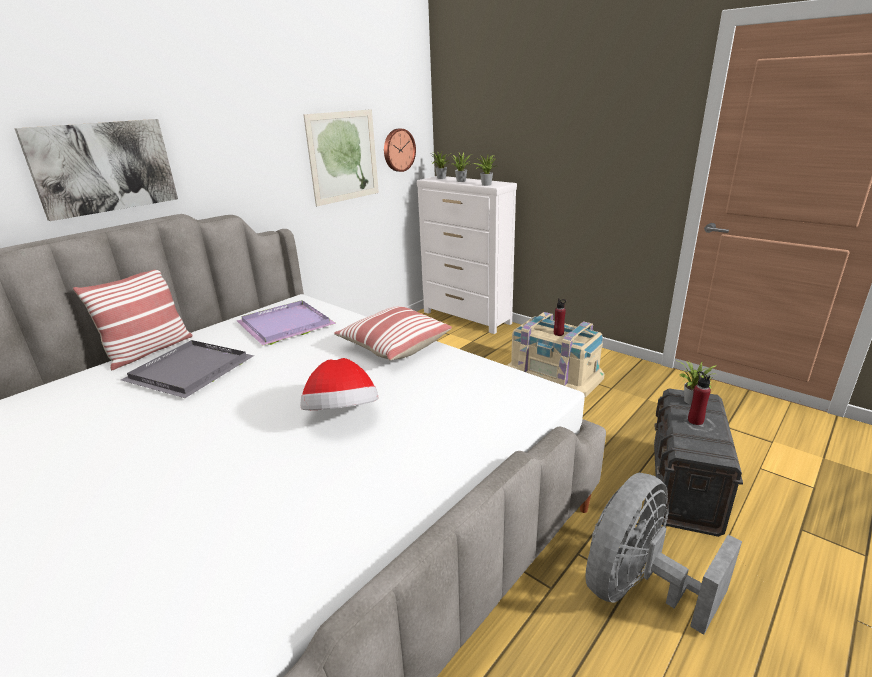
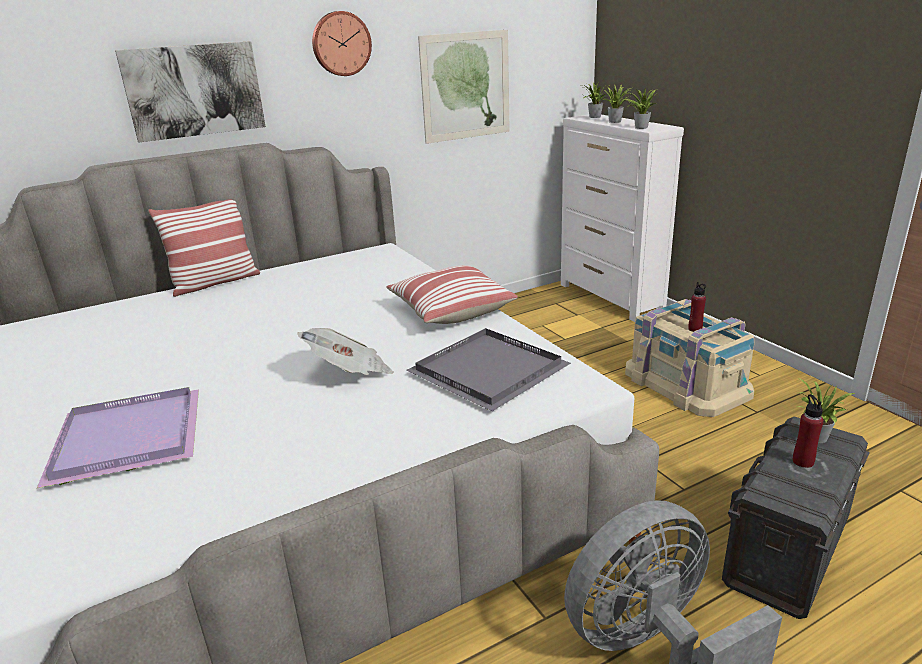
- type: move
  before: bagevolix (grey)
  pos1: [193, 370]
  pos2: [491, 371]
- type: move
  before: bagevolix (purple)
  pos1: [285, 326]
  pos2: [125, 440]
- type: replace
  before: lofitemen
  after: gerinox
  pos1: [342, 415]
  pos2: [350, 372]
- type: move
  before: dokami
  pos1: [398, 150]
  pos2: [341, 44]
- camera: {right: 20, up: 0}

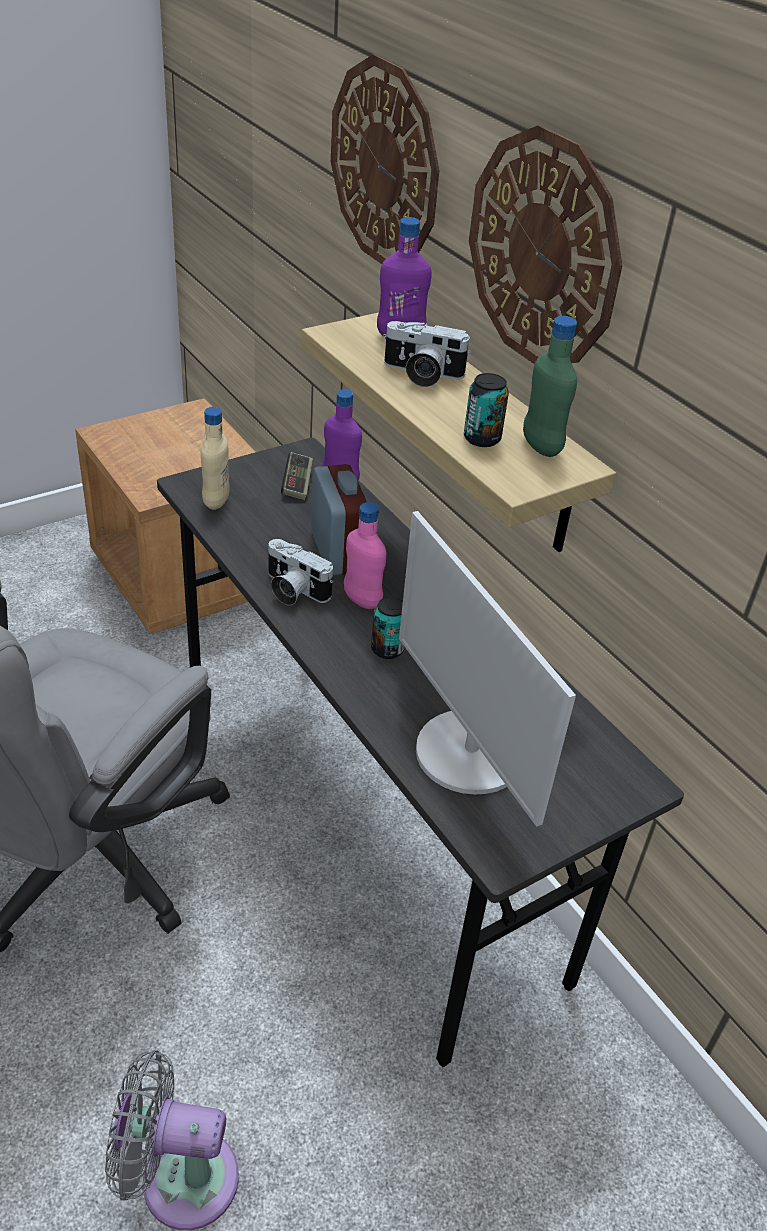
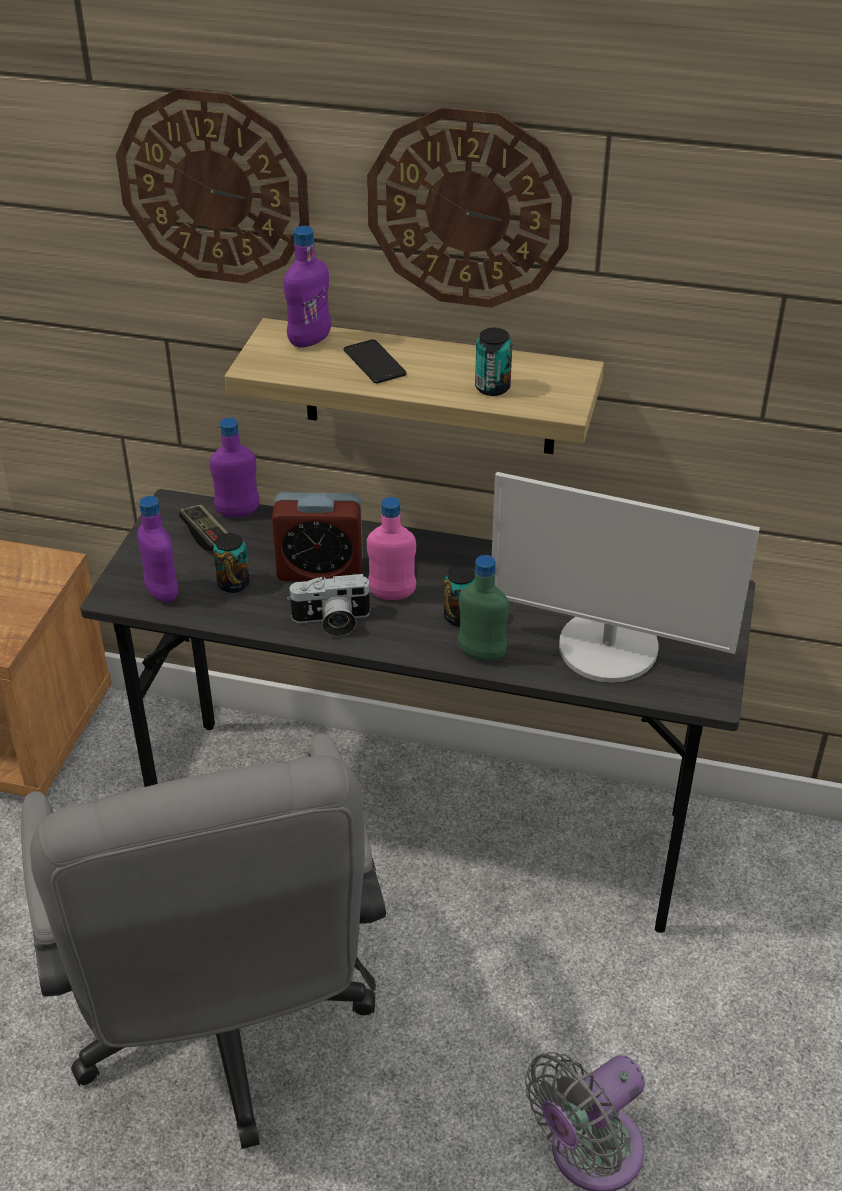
- type: recolor
  before: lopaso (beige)
  after: lopaso (purple)
  pos1: [216, 501]
  pos2: [162, 593]
- type: rotate
  before: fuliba
  pos1: [337, 552]
  pos2: [320, 570]
  turn: 150
- type: replace
  before: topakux
  after: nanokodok
  pos1: [421, 374]
  pos2: [374, 362]
- type: move
  before: lopaso (green)
  pos1: [541, 447]
  pos2: [481, 654]
- type: insert
  after: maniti
  pos2: [233, 584]
- camera: {right: -40, up: 0}

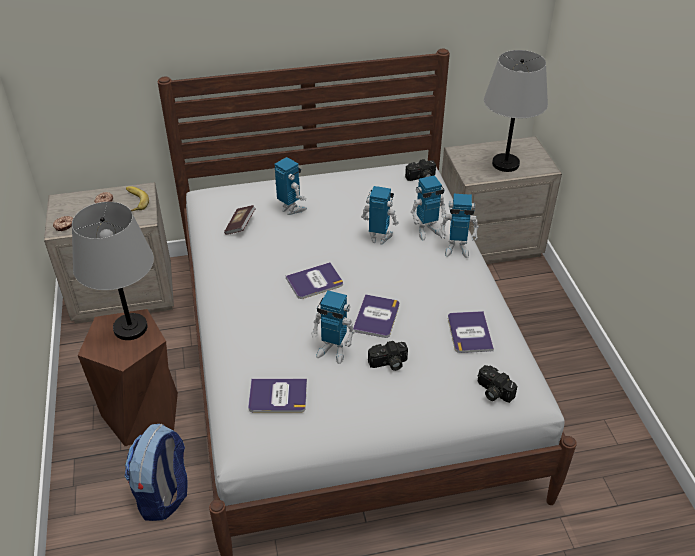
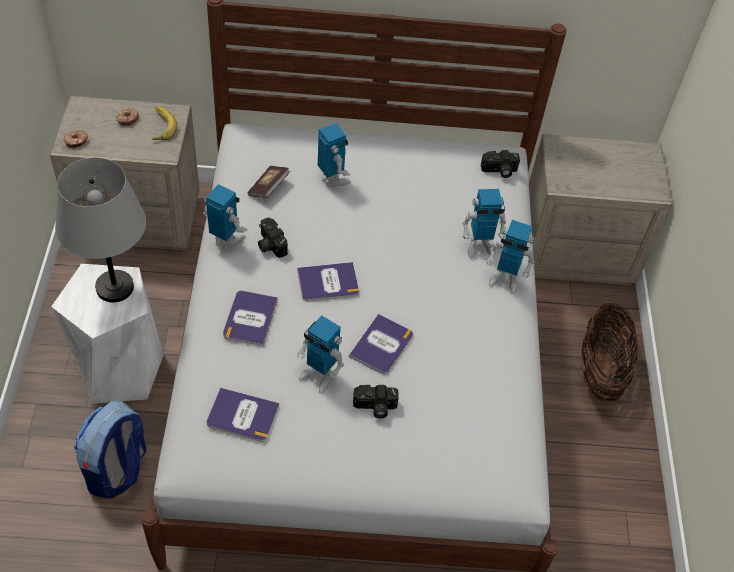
- type: recolor
  before: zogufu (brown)
  after: zogufu (white)
  pos1: [142, 413]
  pos2: [120, 370]
- type: move
  before: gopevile
  pos1: [379, 238]
  pos2: [226, 240]
- type: move
  before: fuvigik
  pos1: [469, 332]
  pos2: [250, 318]
- type: move
  before: topakux
  pos1: [492, 391]
  pos2: [269, 244]
- type: delete
  before: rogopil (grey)
  pos1: [506, 164]
- type: insert
  after: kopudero
  pos2: [600, 370]
- camera: {right: 10, up: 10}

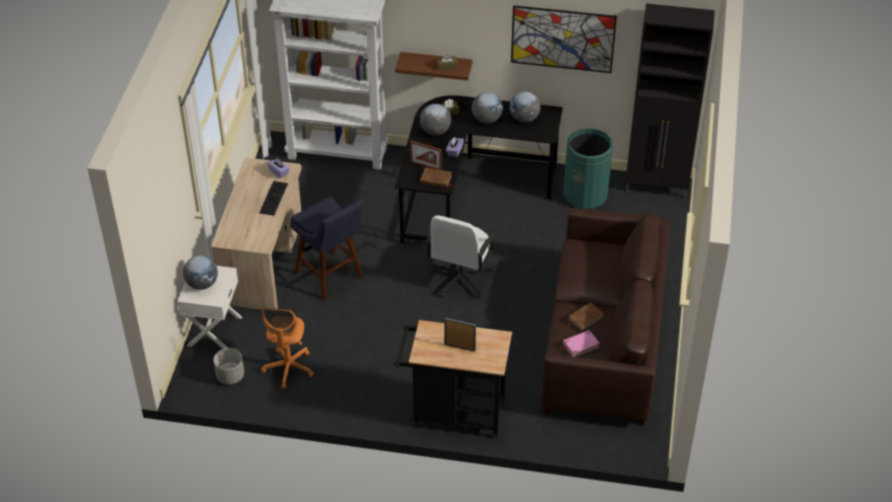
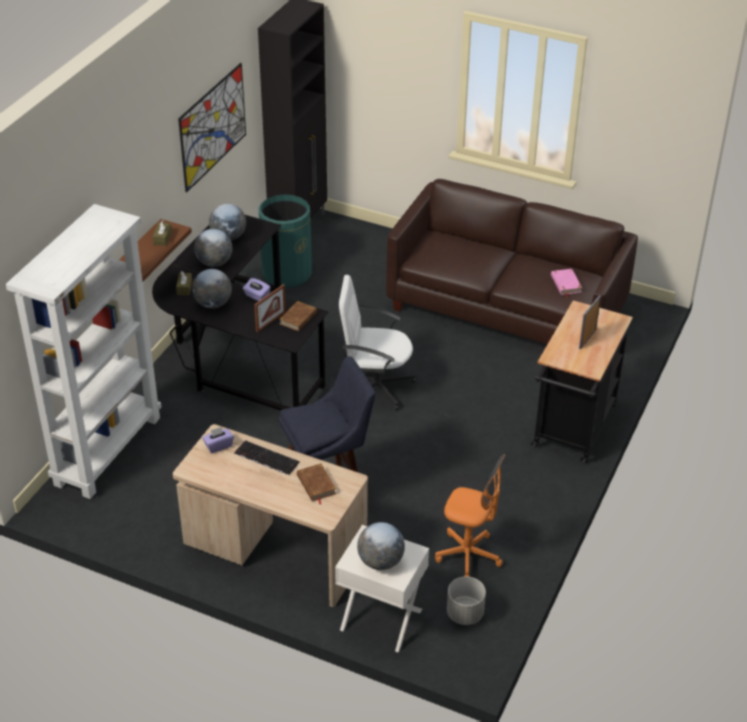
- type: rotate
  before: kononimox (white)
  pos1: [461, 278]
  pos2: [374, 387]
  turn: 150
- type: move
  before: fuvigik (brown)
  pos1: [585, 318]
  pos2: [316, 485]
- camera: {right: -75, up: -5}

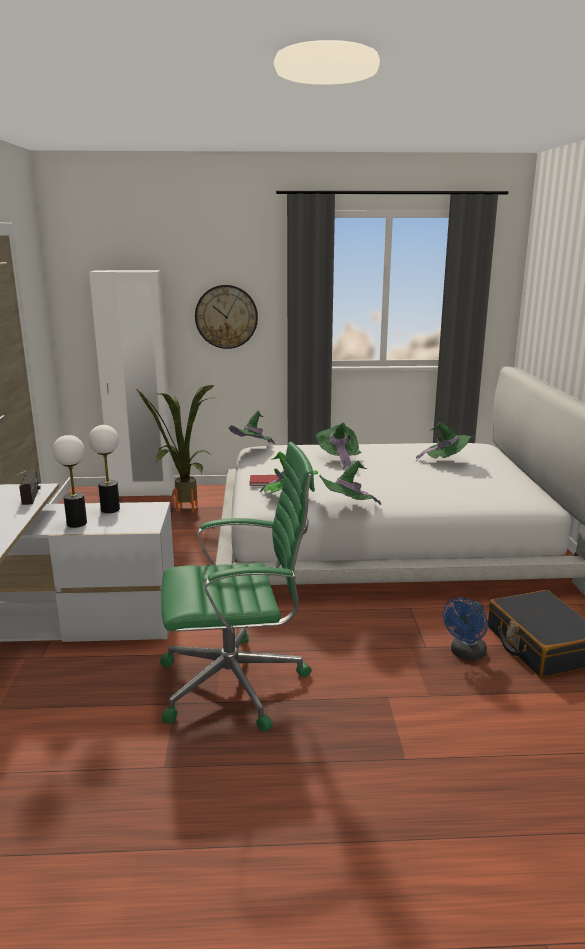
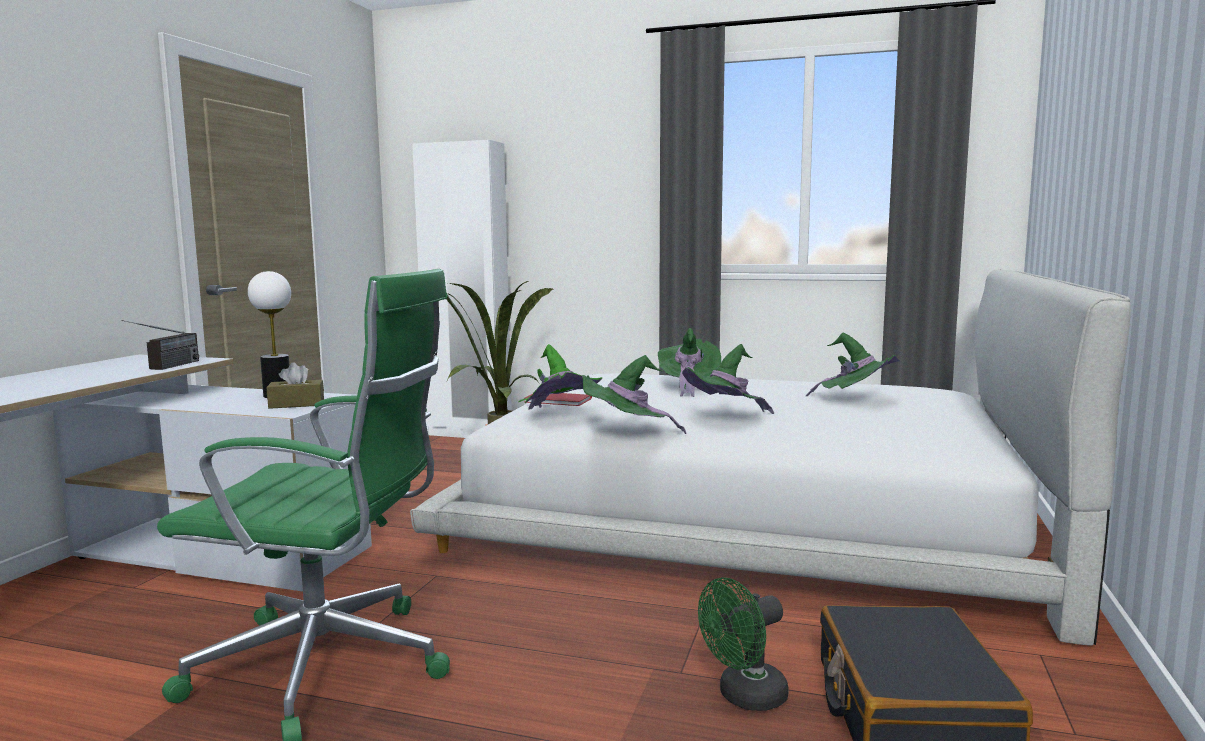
- type: delete
  before: rogopil
  pos1: [76, 523]
- type: delete
  before: dokami
  pos1: [226, 316]
- type: move
  before: lofitemen (green)
  pos1: [252, 450]
  pos2: [726, 419]
- type: recolor
  before: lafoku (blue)
  after: lafoku (green)
  pos1: [466, 654]
  pos2: [744, 697]
- type: insert
  after: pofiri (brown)
  pos2: [296, 404]
- camera: {right: 20, up: -10}

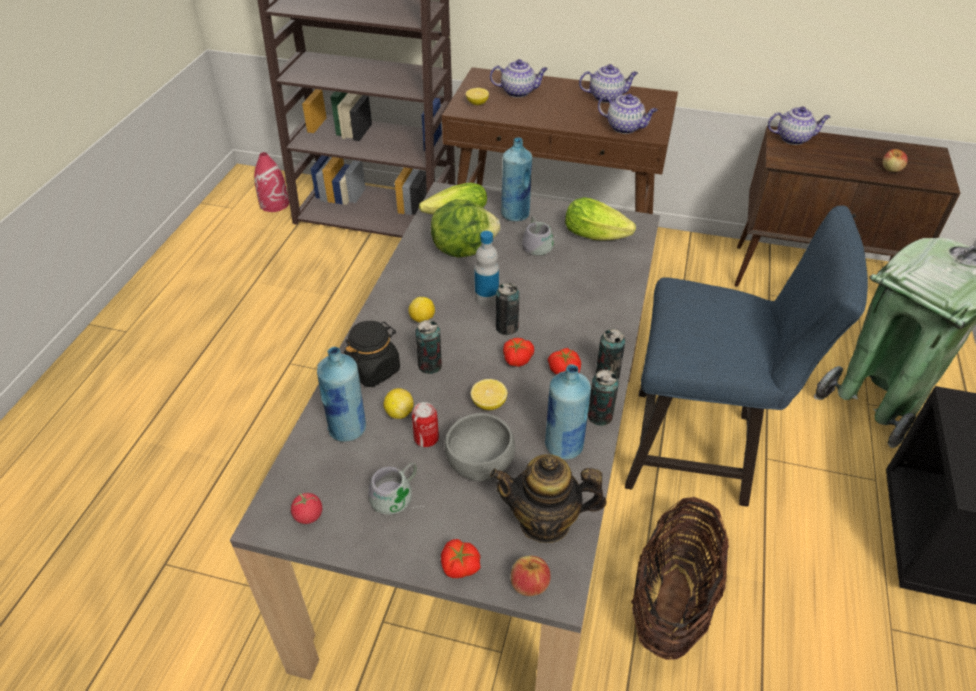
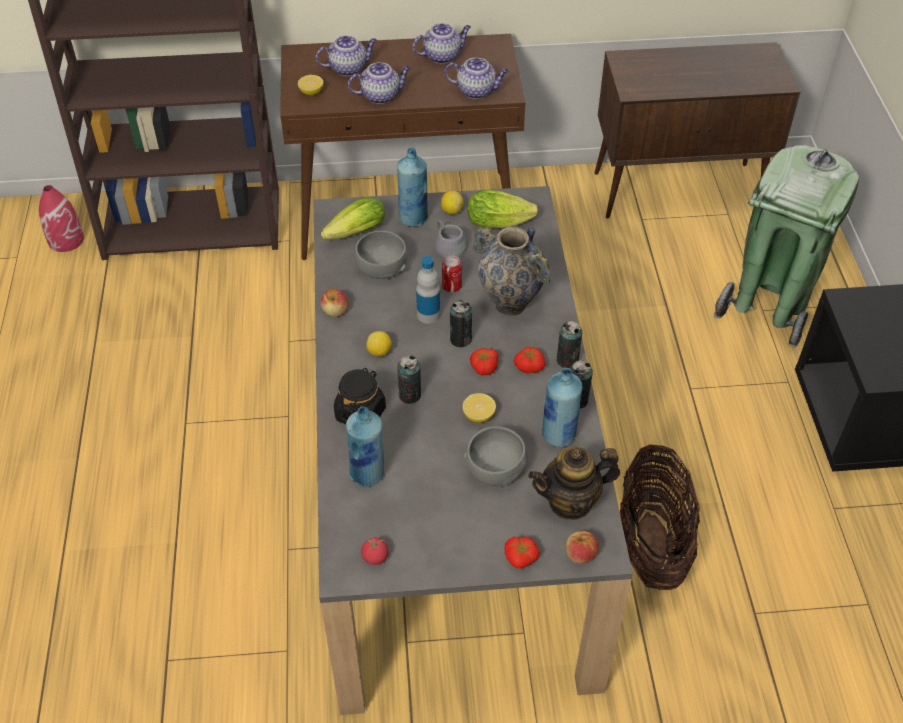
- type: delete
  before: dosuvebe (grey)
  pos1: [398, 497]
- type: move
  before: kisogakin
  pos1: [399, 412]
  pos2: [451, 210]
- type: move
  before: maniti
  pos1: [426, 439]
  pos2: [451, 286]
- type: replace
  before: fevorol
  after: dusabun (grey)
  pos1: [463, 248]
  pos2: [381, 268]
- type: delete
  before: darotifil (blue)
  pos1: [702, 450]
- type: move
  before: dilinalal
  pos1: [794, 138]
  pos2: [381, 95]
- type: move
  before: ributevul
  pos1: [891, 169]
  pos2: [335, 311]
- type: insert
  after: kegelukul
  pos2: [510, 304]
- camera: {right: -20, up: 5}

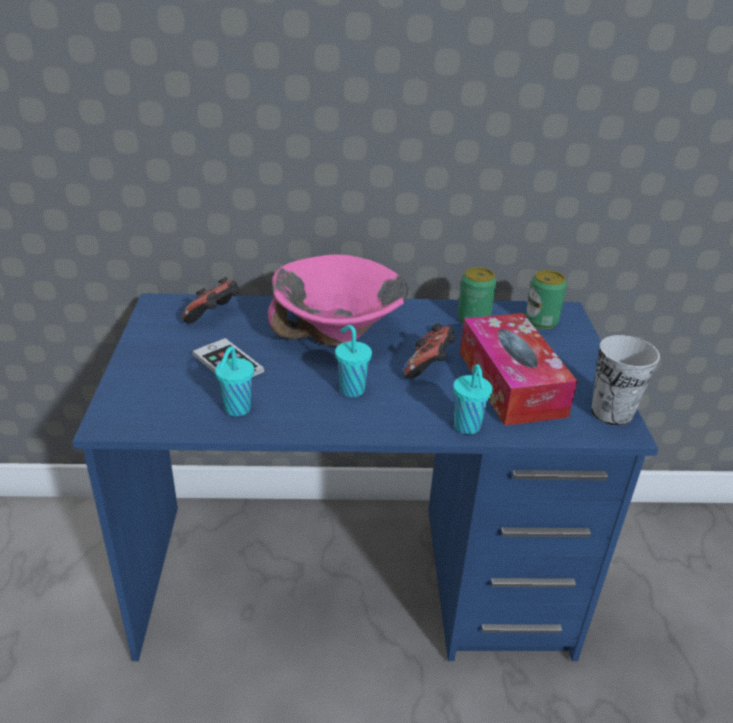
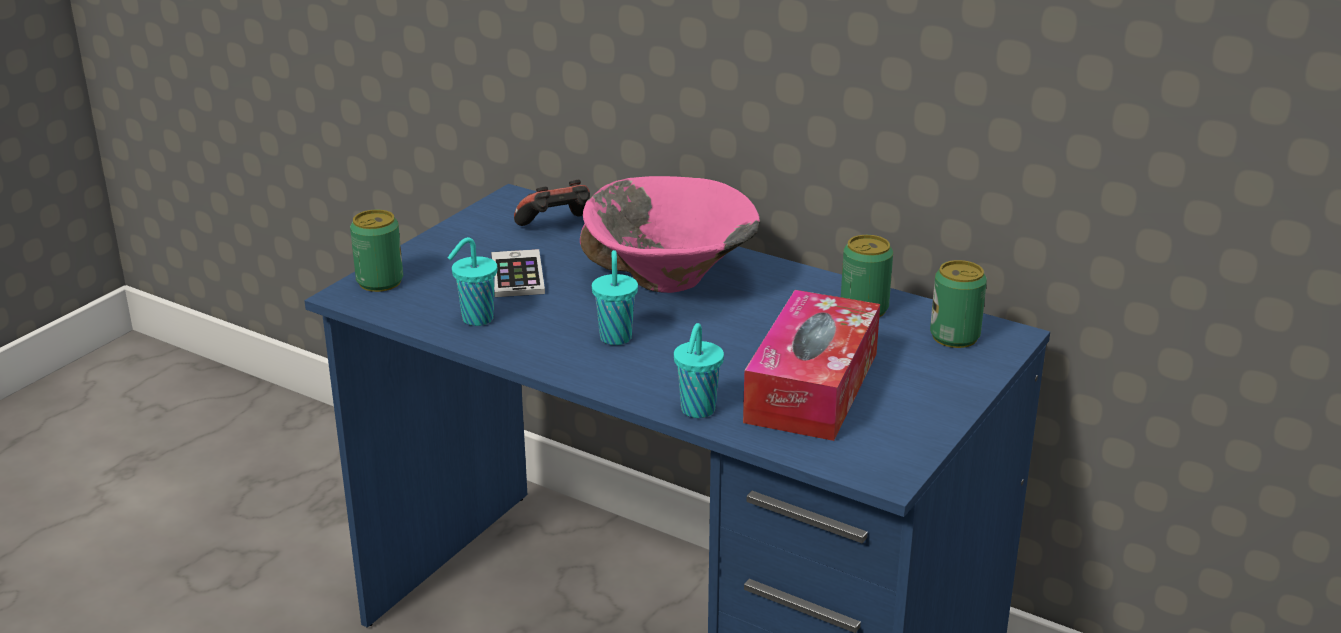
- type: delete
  before: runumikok
  pos1: [429, 367]
- type: delete
  before: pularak
  pos1: [611, 413]
- type: insert
  after: maniti
  pos2: [380, 281]
- camera: {right: 35, up: -5}

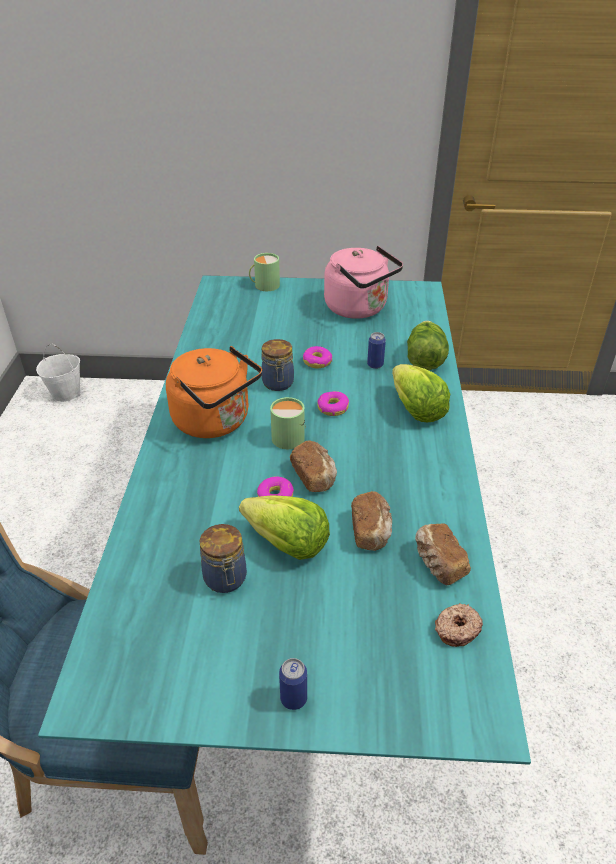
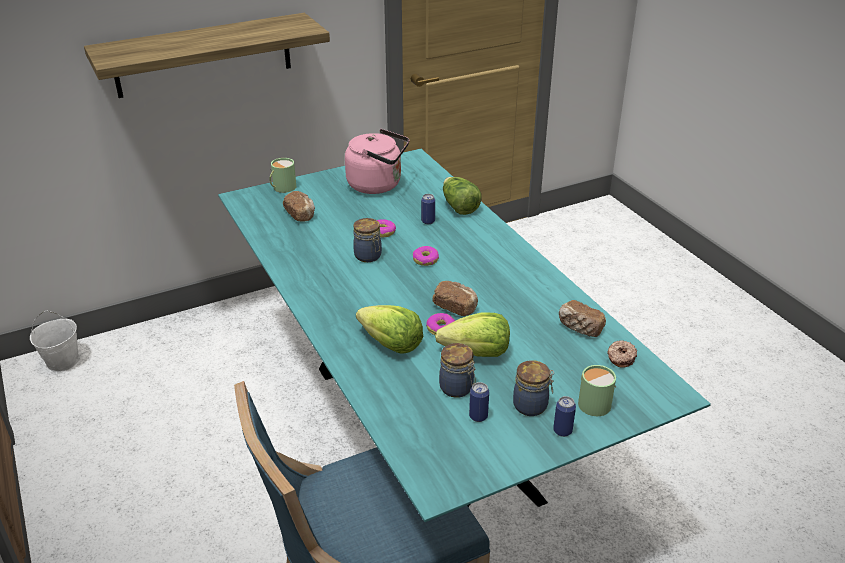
- type: delete
  before: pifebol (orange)
  pos1: [215, 422]
- type: move
  before: dosuvebe (green)
  pos1: [288, 435]
  pos2: [592, 402]
- type: move
  before: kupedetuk
  pos1: [371, 531]
  pos2: [300, 214]
- type: move
  before: fevorol
  pos1: [416, 409]
  pos2: [391, 344]
- type: insert
  after: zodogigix
  pos2: [203, 55]
- type: insert
  after: maniti
  pos2: [478, 416]
- type: insert
  after: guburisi
  pos2: [531, 405]
- camera: {right: -30, up: -5}

